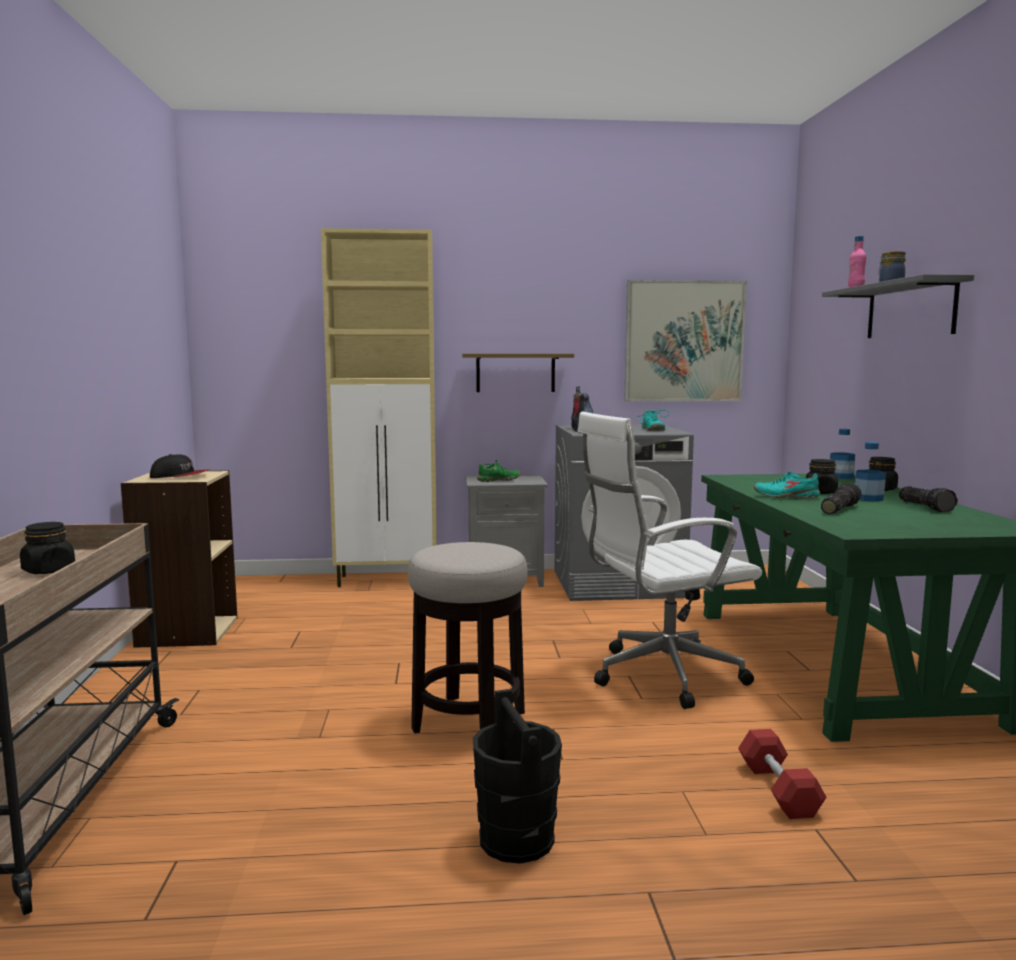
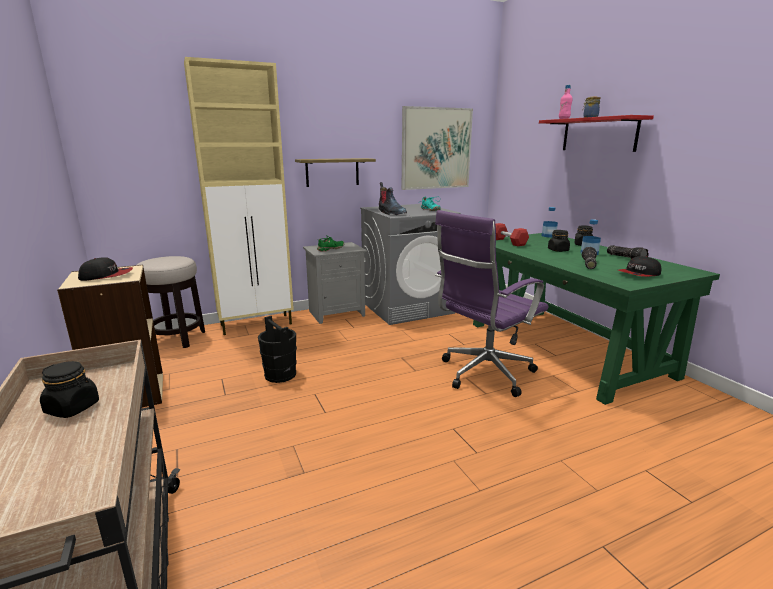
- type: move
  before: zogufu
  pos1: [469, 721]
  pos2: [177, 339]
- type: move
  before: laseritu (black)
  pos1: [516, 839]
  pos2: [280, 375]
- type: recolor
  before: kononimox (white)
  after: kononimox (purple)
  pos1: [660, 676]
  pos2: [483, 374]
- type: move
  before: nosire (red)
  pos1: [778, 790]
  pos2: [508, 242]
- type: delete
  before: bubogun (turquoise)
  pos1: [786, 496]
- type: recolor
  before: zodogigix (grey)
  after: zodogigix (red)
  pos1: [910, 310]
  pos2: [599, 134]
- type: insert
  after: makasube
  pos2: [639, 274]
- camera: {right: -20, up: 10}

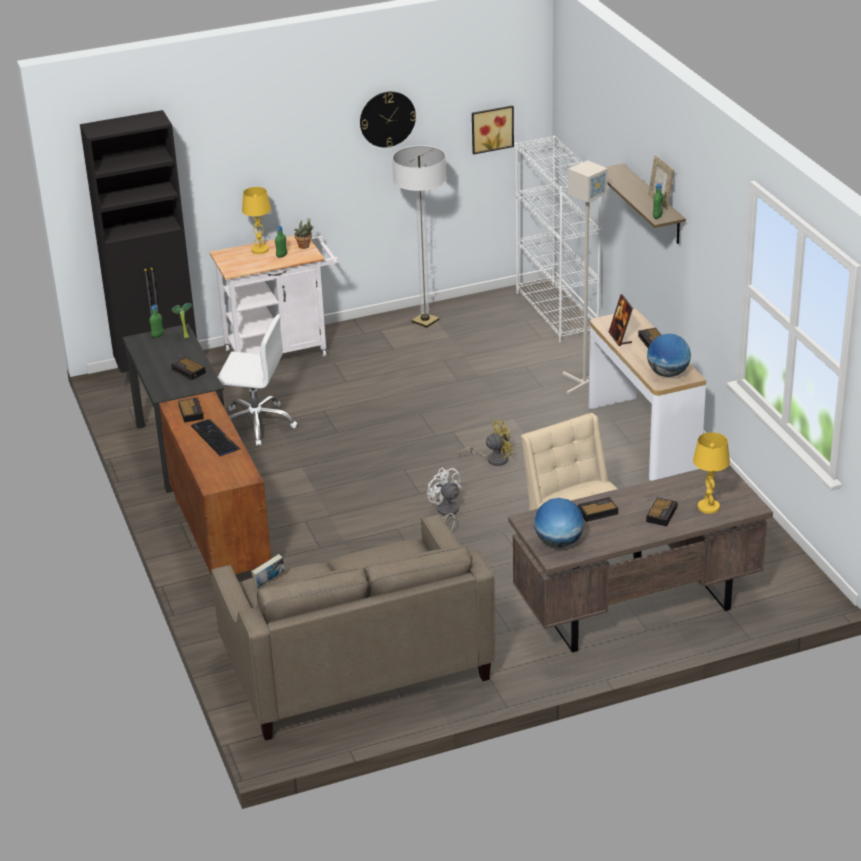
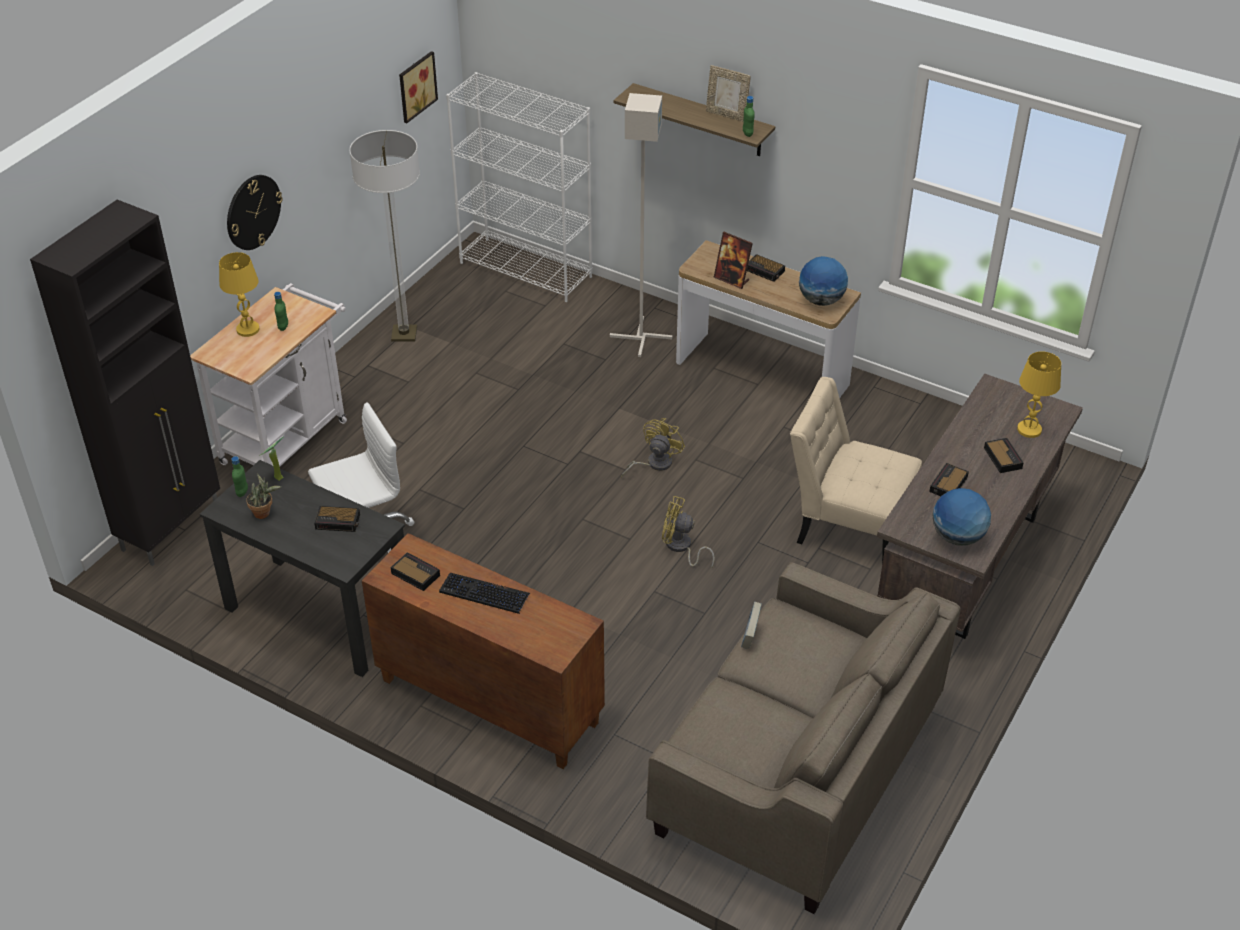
- type: move
  before: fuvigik
  pos1: [269, 582]
  pos2: [750, 636]
- type: move
  before: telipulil
  pos1: [305, 246]
  pos2: [264, 513]
- type: move
  before: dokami
  pos1: [387, 119]
  pos2: [253, 212]
- type: recolor
  before: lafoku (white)
  after: lafoku (yellow)
  pos1: [446, 513]
  pos2: [681, 547]
- camera: {right: -40, up: 10}

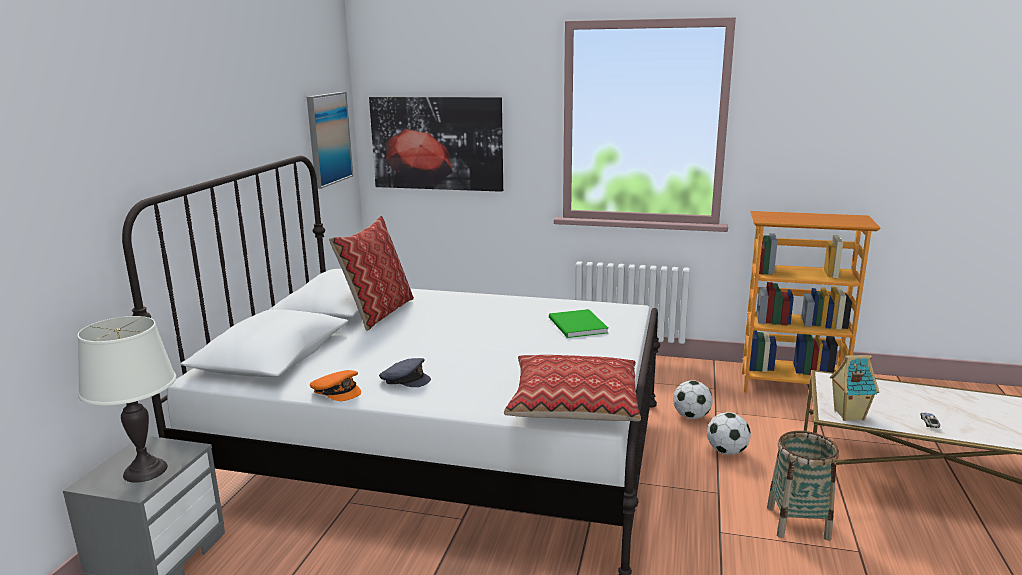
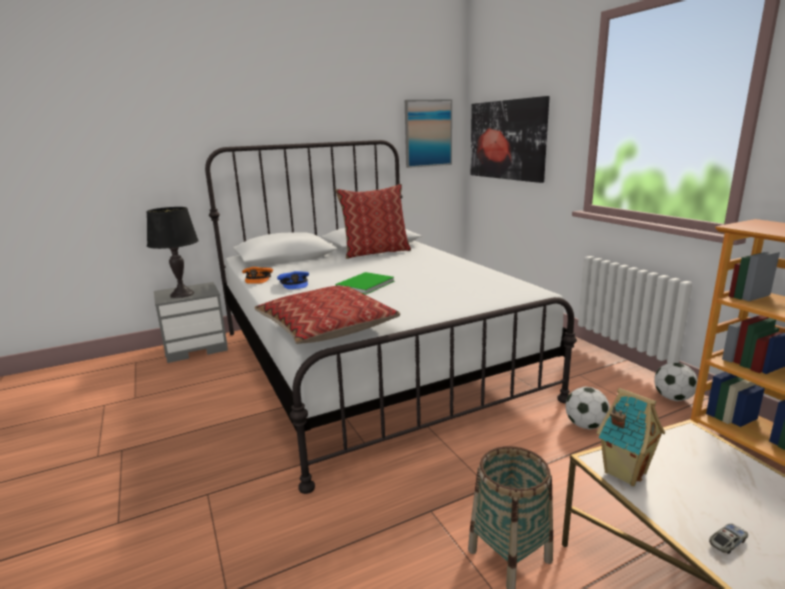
- type: recolor
  before: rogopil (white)
  after: rogopil (black)
  pos1: [145, 471]
  pos2: [182, 294]
- type: recolor
  before: makasube (grey)
  after: makasube (blue)
  pos1: [405, 379]
  pos2: [294, 284]
- type: move
  before: fuvigik (green)
  pos1: [577, 326]
  pos2: [363, 285]
- type: move
  before: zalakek
  pos1: [727, 451]
  pos2: [673, 398]
- camera: {right: 50, up: 0}

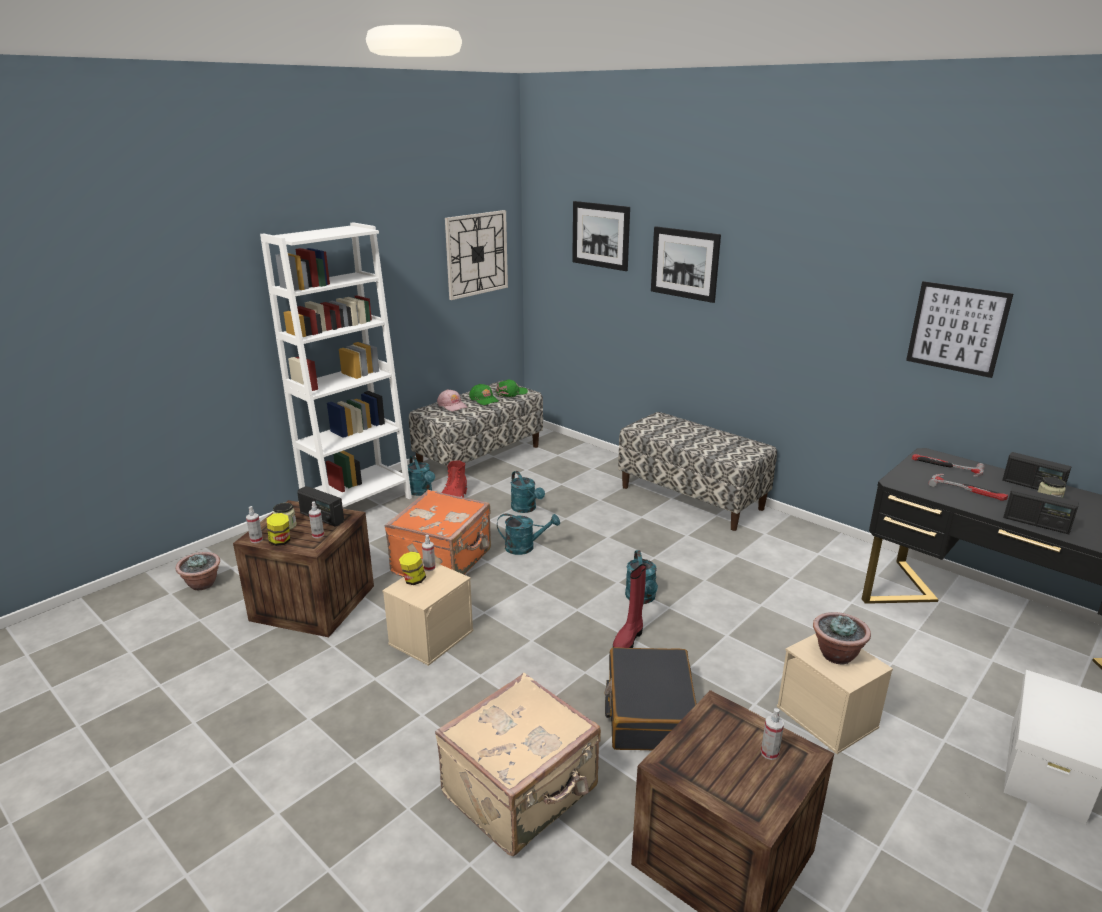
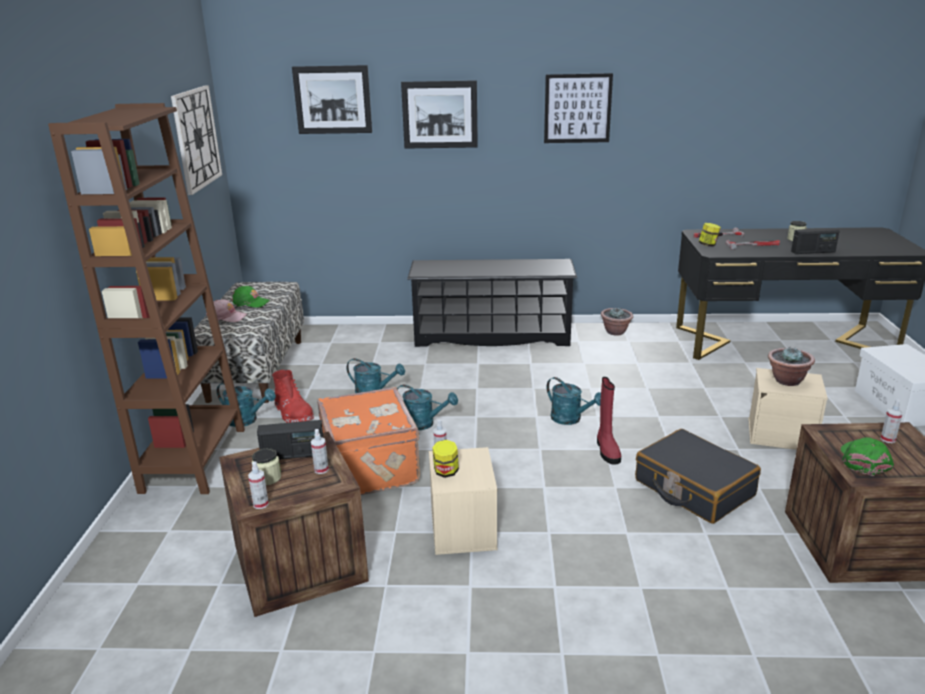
- type: move
  before: telipulil
  pos1: [202, 584]
  pos2: [615, 332]
- type: recolor
  before: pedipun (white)
  after: pedipun (brown)
  pos1: [358, 505]
  pos2: [194, 459]
- type: move
  before: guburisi
  pos1: [280, 542]
  pos2: [708, 245]
- type: delete
  before: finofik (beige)
  pos1: [522, 793]
- type: move
  before: makasube (green)
  pos1: [511, 393]
  pos2: [864, 460]
- type: rotate
  before: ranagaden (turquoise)
  pos1: [525, 547]
  pos2: [424, 424]
  turn: 60
- type: replace
  before: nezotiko
  after: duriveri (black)
  pos1: [691, 498]
  pos2: [492, 336]
- type: move
  before: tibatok
  pos1: [957, 328]
  pos2: [577, 108]
- type: delete
  before: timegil
  pos1: [1032, 486]
- camera: {right: -40, up: 0}

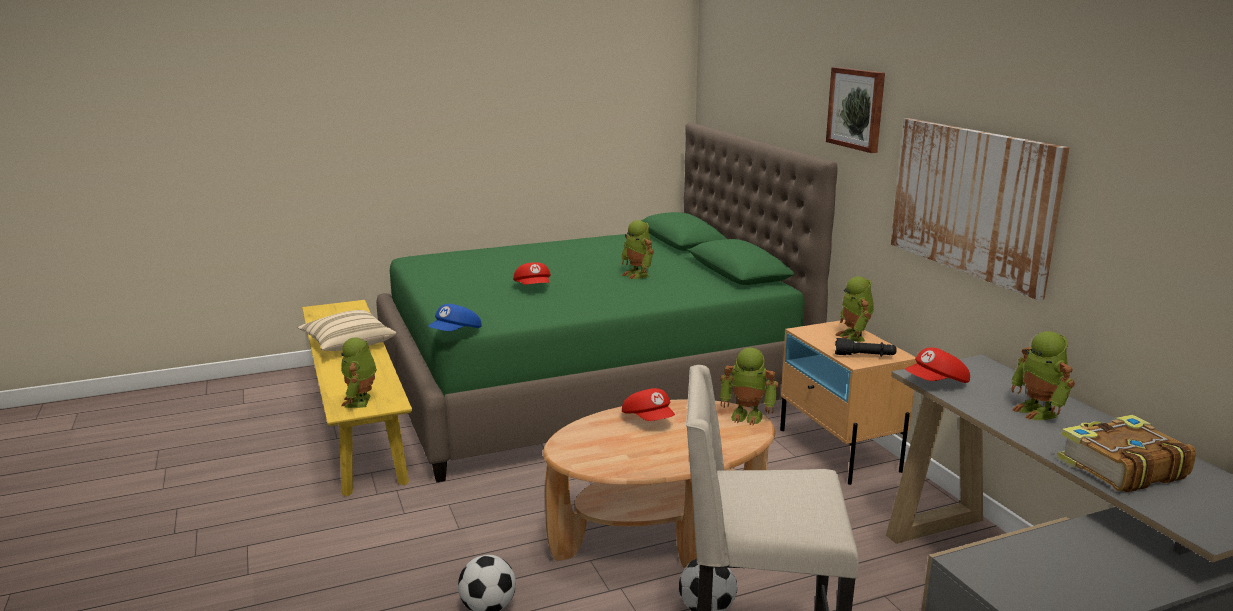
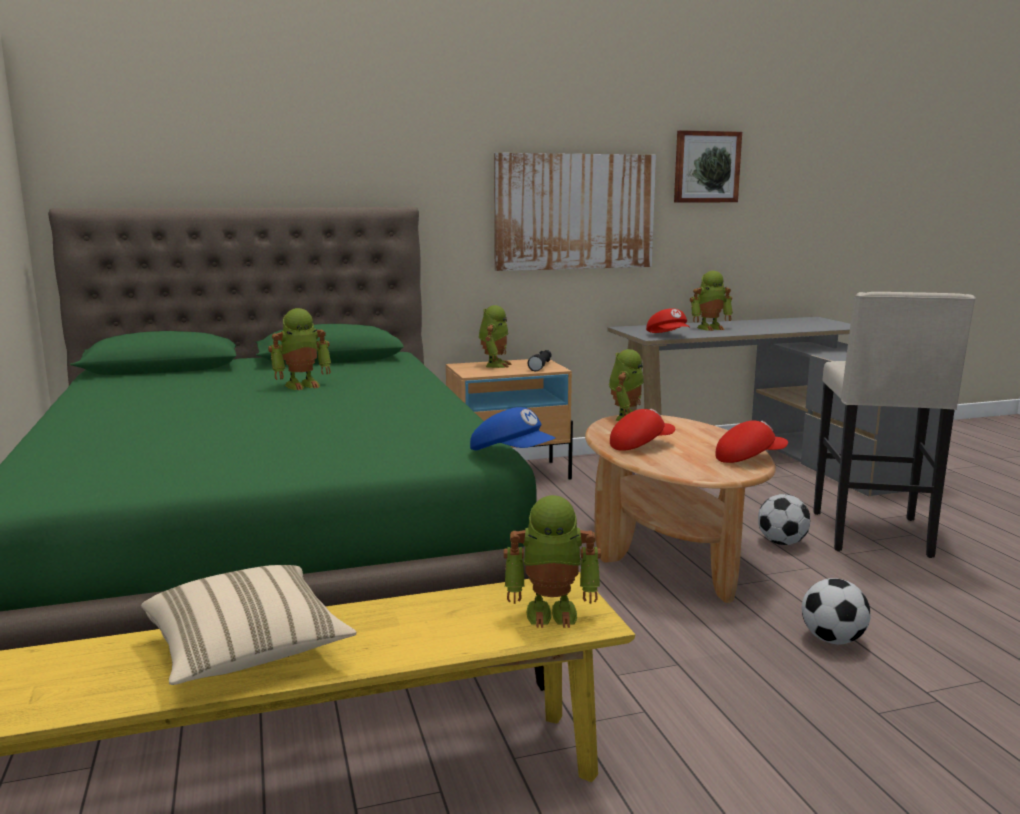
- type: move
  before: makasube (red)
  pos1: [533, 288]
  pos2: [749, 458]
- type: move
  before: tibatok
  pos1: [857, 108]
  pos2: [706, 167]
- type: rotate
  before: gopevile
  pos1: [854, 337]
  pos2: [494, 365]
  turn: -75
- type: delete
  before: fuvigik
  pos1: [1119, 468]
- camera: {right: -85, up: -5}

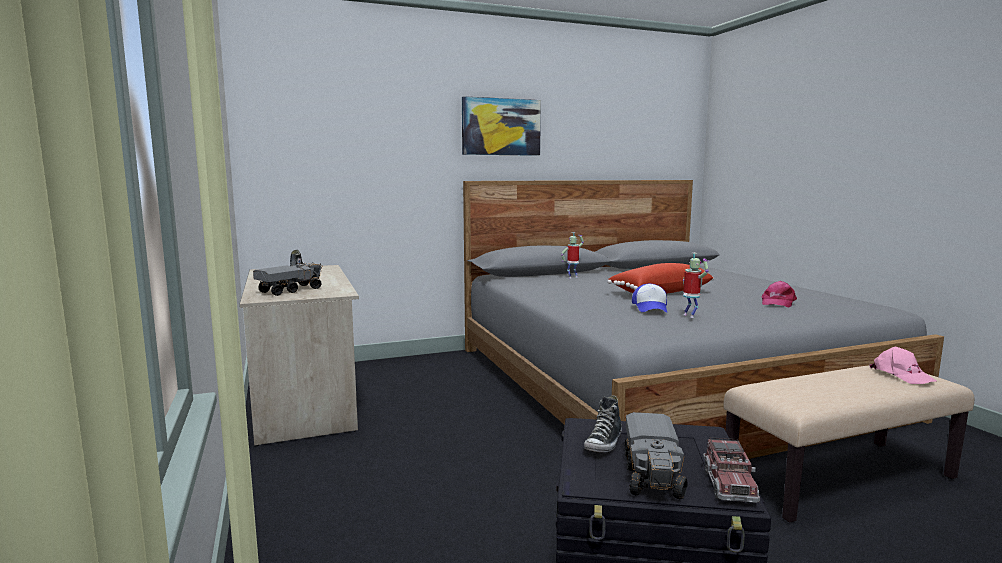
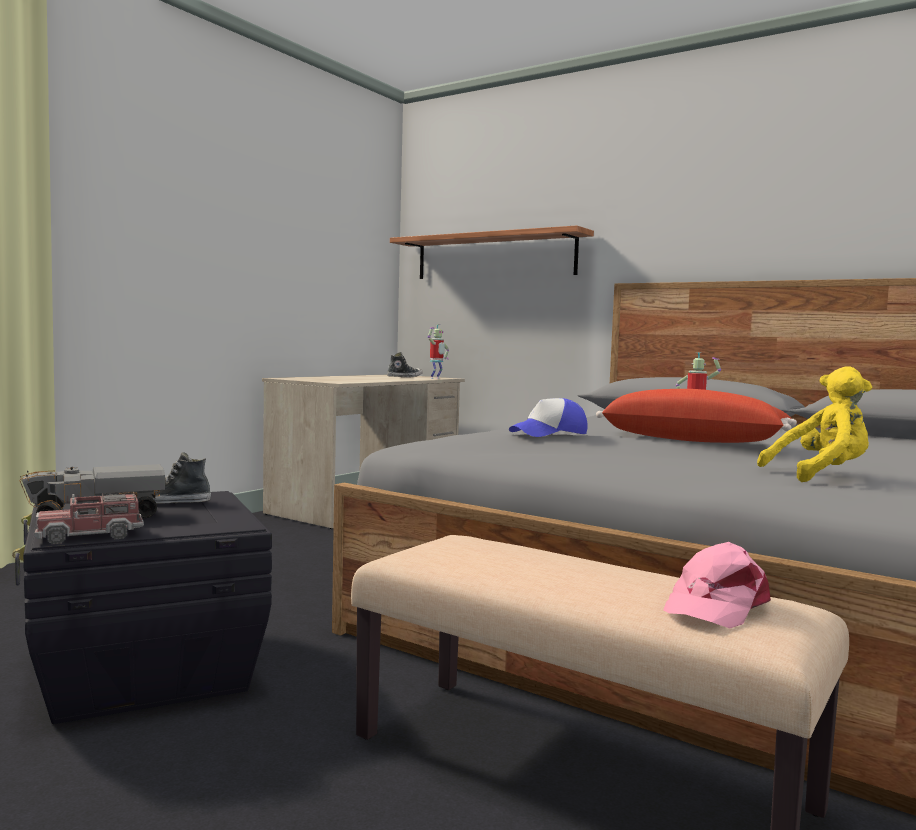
- type: delete
  before: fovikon
  pos1: [290, 290]
- type: delete
  before: tibatok
  pos1: [501, 127]
- type: move
  before: gopevile
  pos1: [691, 316]
  pos2: [436, 378]
- type: replace
  before: makasube (pink)
  after: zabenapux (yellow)
  pos1: [777, 302]
  pos2: [821, 475]
- type: insert
  after: zodogigix
  pos2: [494, 256]
- camera: {right: 55, up: -5}

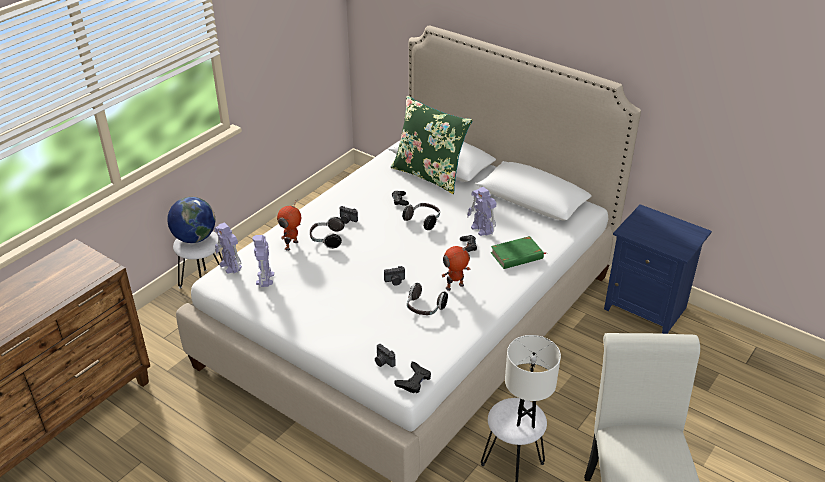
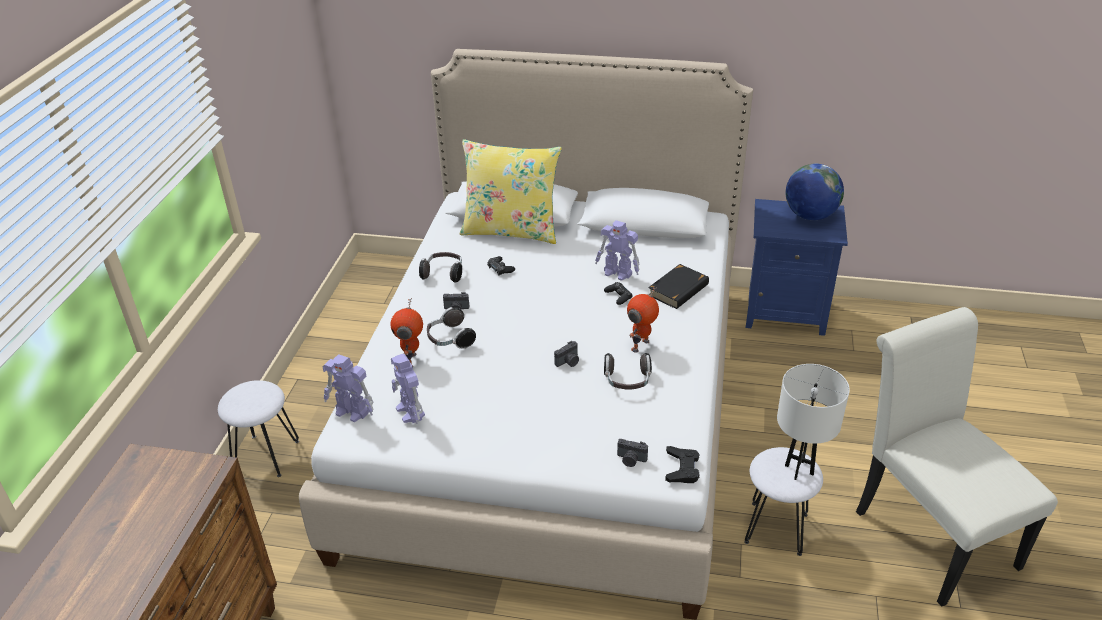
- type: move
  before: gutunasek
  pos1: [194, 238]
  pos2: [810, 216]
- type: recolor
  before: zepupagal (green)
  after: zepupagal (yellow)
  pos1: [429, 175]
  pos2: [511, 230]
- type: move
  before: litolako
  pos1: [423, 221]
  pos2: [443, 274]
- type: recolor
  before: fuvigik (green)
  after: fuvigik (black)
  pos1: [517, 256]
  pos2: [678, 290]
- camera: {right: -25, up: 0}

